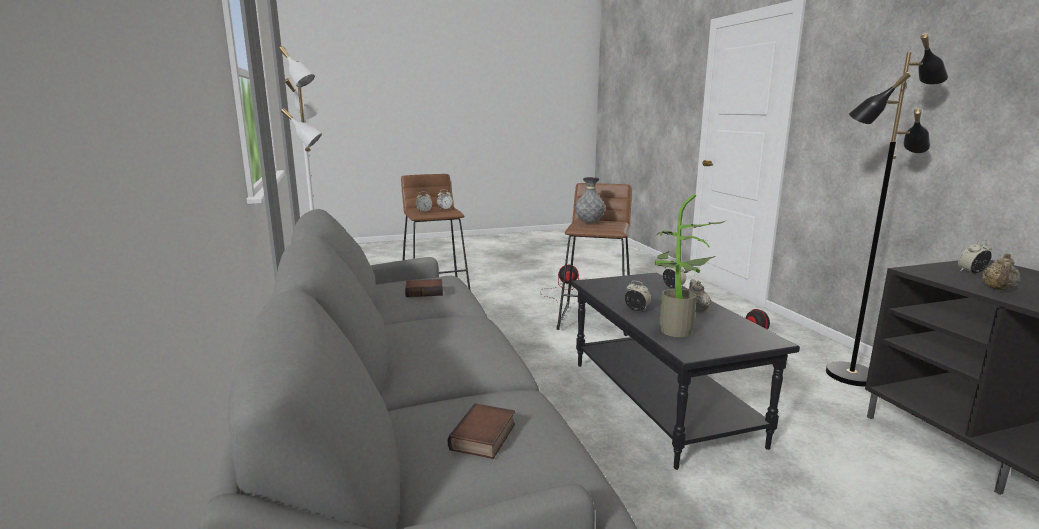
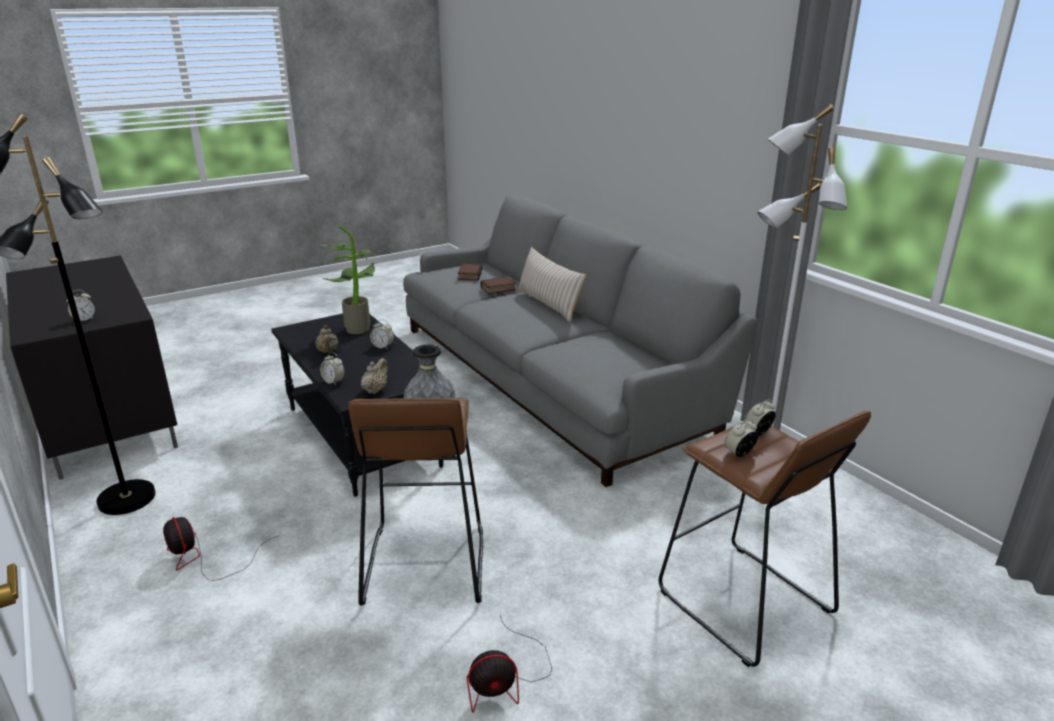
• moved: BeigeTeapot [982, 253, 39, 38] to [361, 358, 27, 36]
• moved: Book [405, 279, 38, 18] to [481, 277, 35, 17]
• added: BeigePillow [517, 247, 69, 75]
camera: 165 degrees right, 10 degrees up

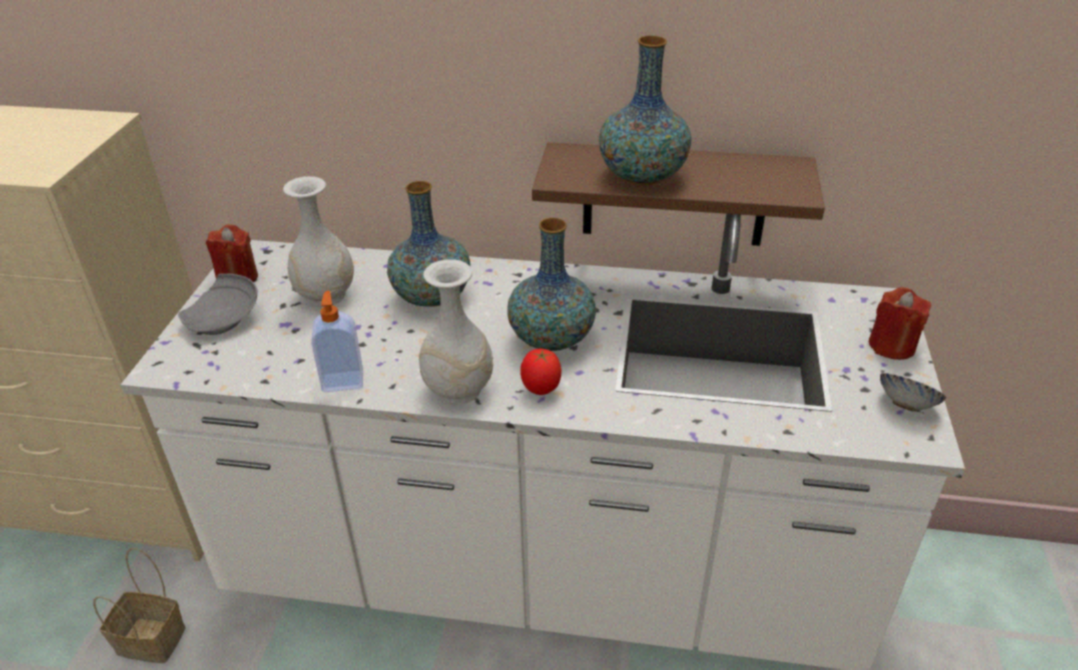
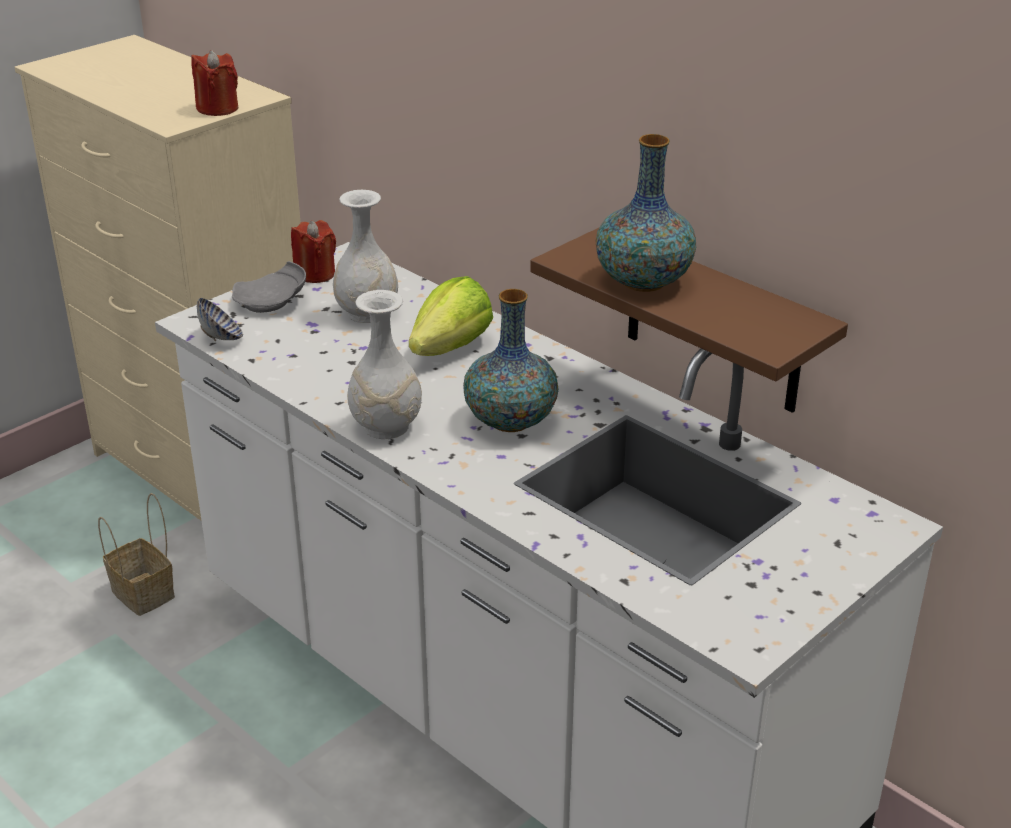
• moved: RedCandle [869, 287, 62, 73] to [191, 50, 47, 66]
• moved: Bowl [880, 373, 66, 40] to [197, 298, 46, 43]
• replaced: Vase [387, 181, 84, 126] to Lettuce [409, 276, 84, 80]
• removed: SoapDispenser [311, 291, 52, 101]
• removed: Tomato [520, 349, 42, 46]
camera: 35 degrees right, 5 degrees down

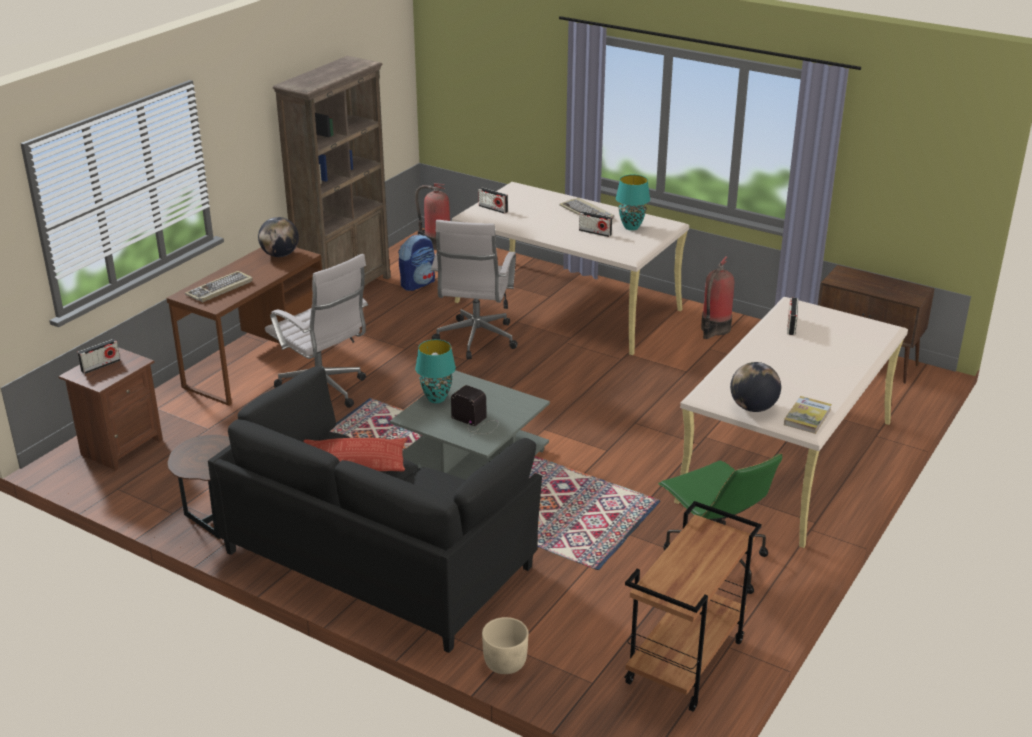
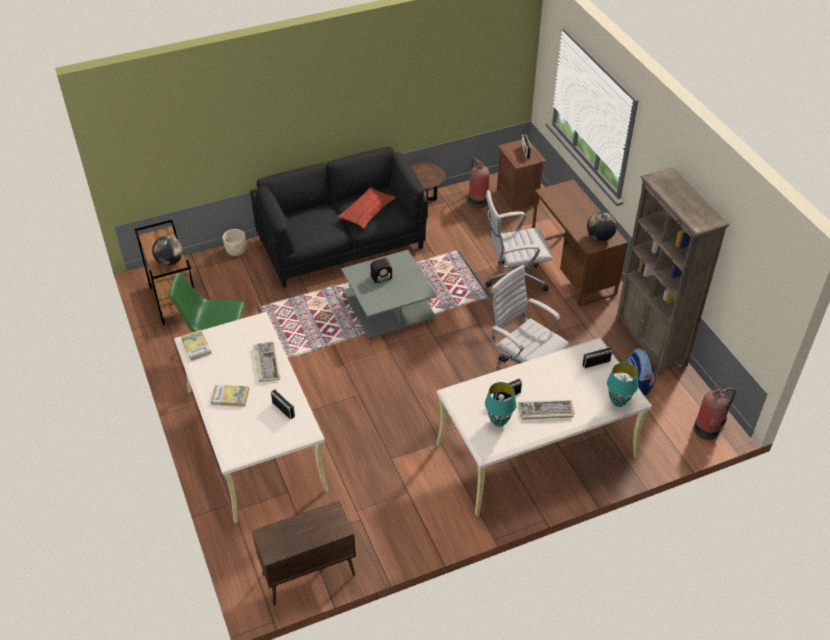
• moved: Globe [730, 362, 51, 50] to [152, 236, 31, 30]
• added: Book [211, 385, 38, 22]
• moved: Keyboard [185, 271, 68, 31] to [253, 342, 27, 40]
• moved: FireExtinguisher [701, 256, 33, 83] to [468, 158, 21, 50]
• moved: TurquoiseTableLamp [415, 339, 41, 64] to [607, 363, 31, 44]
camera: 125 degrees right, 15 degrees up

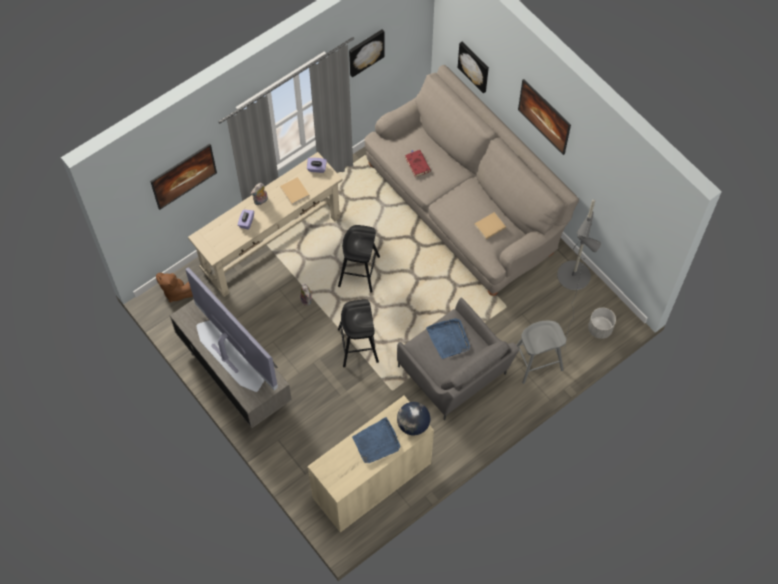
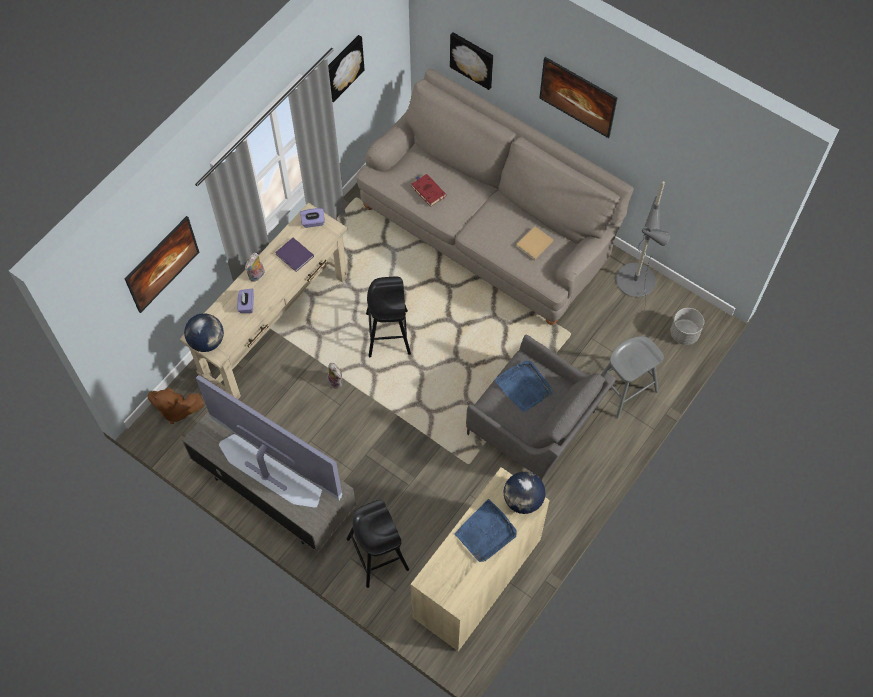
• added: Globe [184, 313, 40, 39]
• recoloured: BeigeBook [280, 177, 30, 28] to PurpleBook [275, 238, 39, 34]
• moved: BlackStool [338, 299, 41, 68] to [347, 500, 62, 88]
camera: 15 degrees left, 0 degrees up

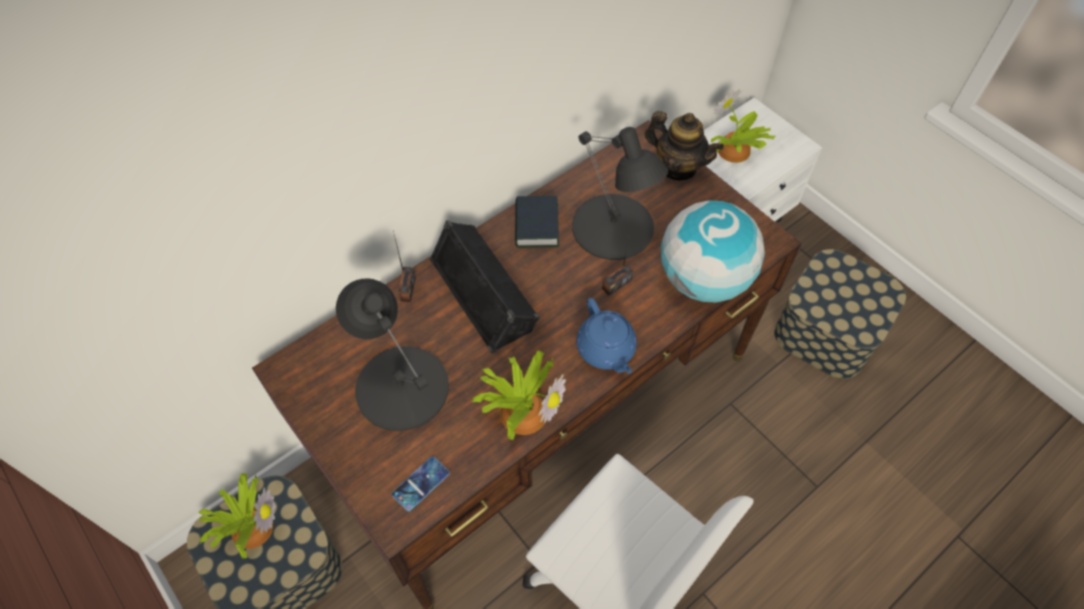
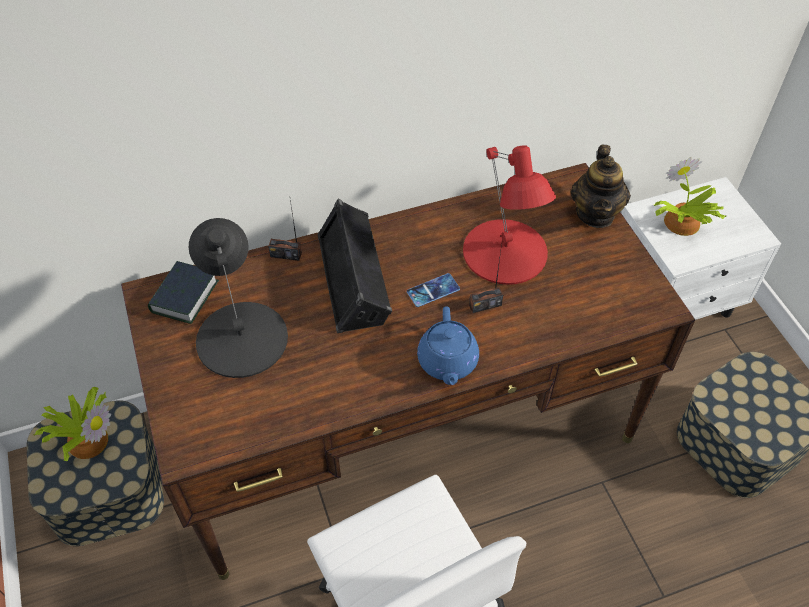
• moved: Book [515, 196, 44, 52] to [148, 261, 71, 63]
• turned: Radio [393, 231, 23, 71] = [268, 200, 34, 61] 75 degrees clockwise
• moved: Phone [392, 456, 58, 56] to [407, 273, 53, 34]
• recoloured: BlackTableLamp [572, 127, 96, 133] to RedTableLamp [463, 145, 93, 140]
• turned: Teapot [645, 111, 79, 69] = [570, 145, 61, 83] 45 degrees clockwise
• removed: PottedPlant [471, 350, 95, 90]
• removed: Globe [661, 201, 104, 101]
camera: 20 degrees right, 5 degrees down

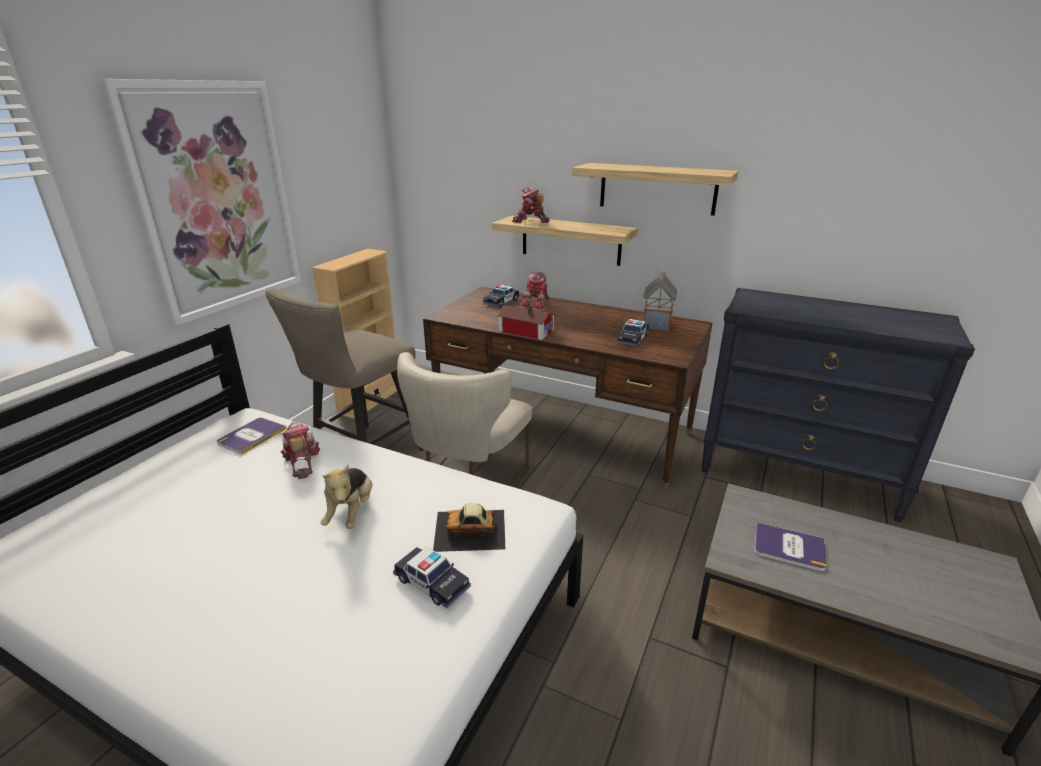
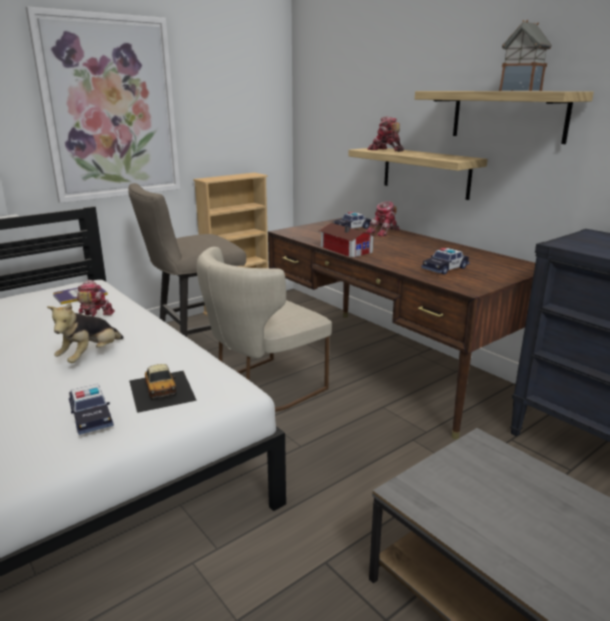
• turned: ToyCar [433, 503, 72, 49] = [129, 364, 68, 49] 135 degrees counterclockwise
• moved: ToyHouse [644, 272, 33, 59] to [499, 20, 53, 71]
• removed: Book [754, 522, 73, 49]
camera: 25 degrees right, 5 degrees down

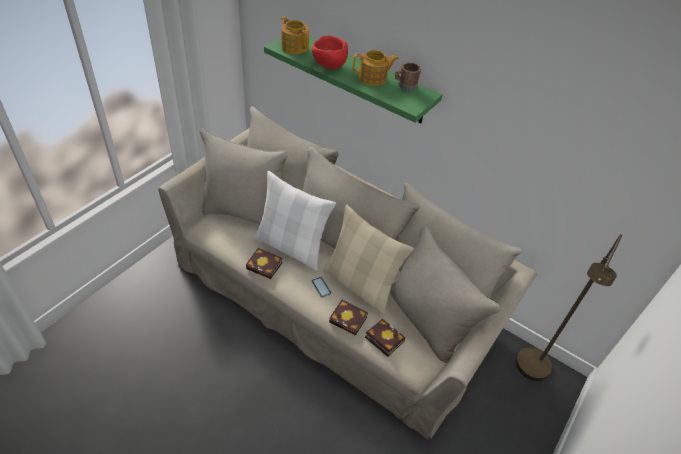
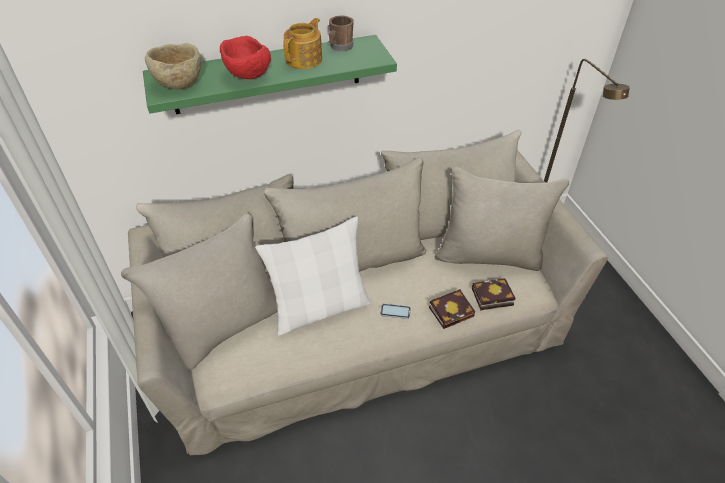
• replaced: Teapot [281, 17, 28, 37] to BeigeBowl [145, 43, 56, 47]
• removed: Book [246, 248, 36, 31]
• removed: BeigePillow [323, 204, 91, 111]
camera: 50 degrees left, 0 degrees up

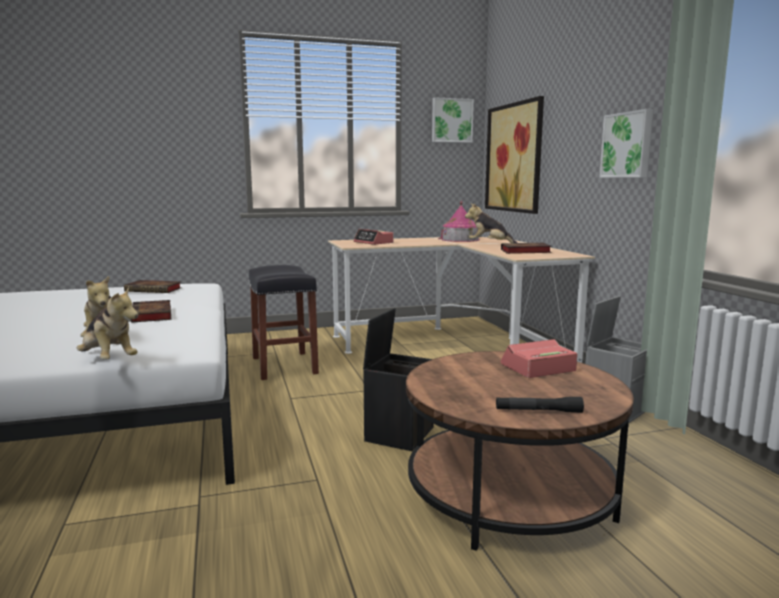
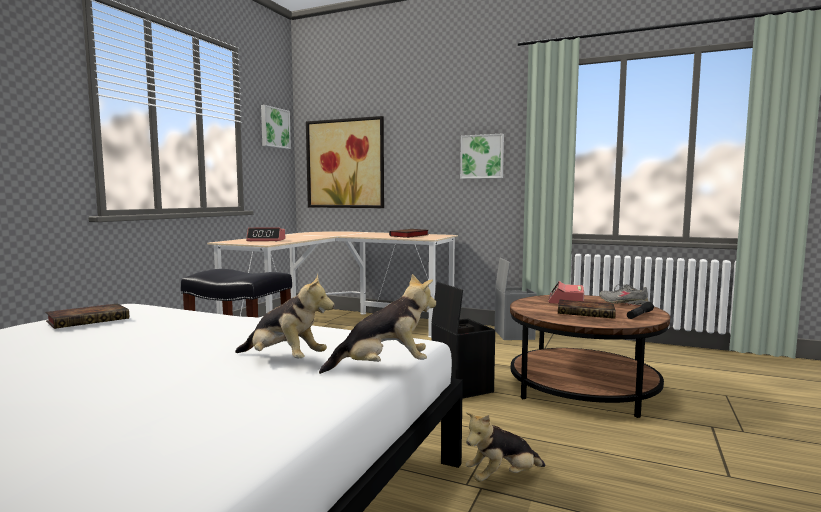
• moved: PlushToy [465, 203, 53, 40] to [466, 412, 79, 70]
• moved: Book [131, 300, 41, 23] to [558, 299, 58, 20]
• added: GreyShoe [600, 284, 49, 22]
• removed: ToyHouse [438, 201, 42, 41]
camera: 50 degrees left, 5 degrees down

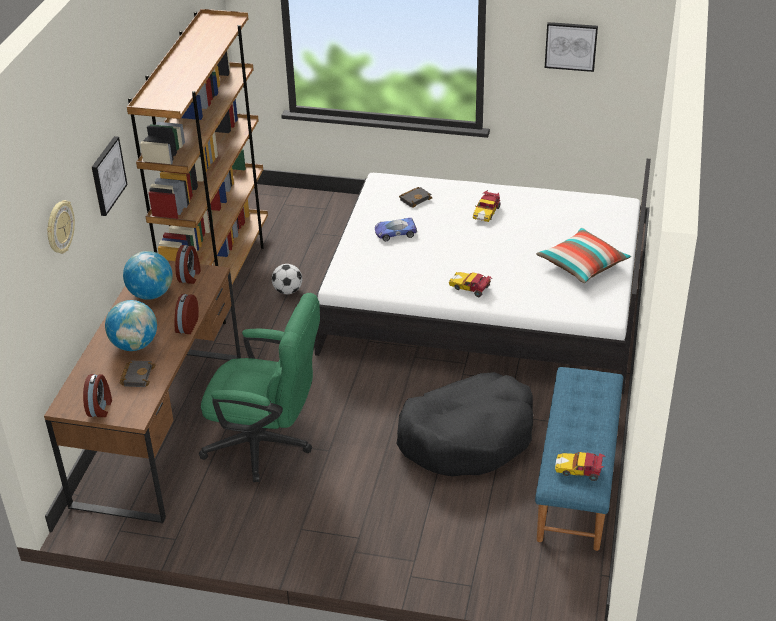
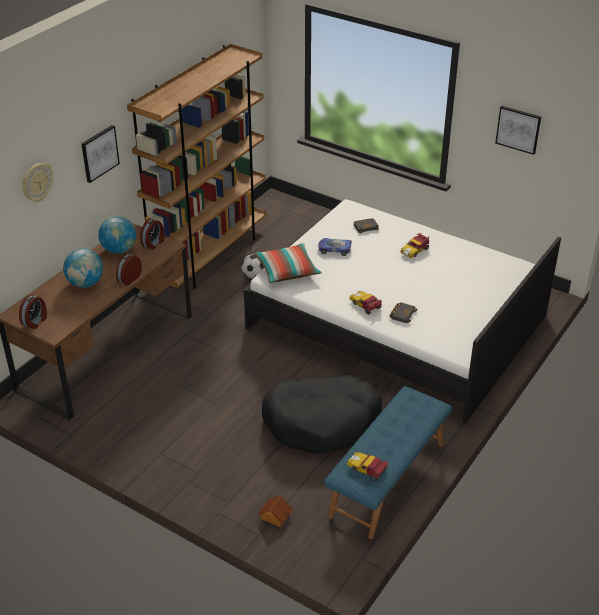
• moved: Pillow [536, 227, 95, 56] to [253, 243, 69, 40]
• added: ToyHouse [258, 495, 35, 33]
• moved: BlackBook [120, 361, 36, 26] to [390, 303, 28, 20]
• removed: GreenOfficeChair [199, 293, 121, 189]
camera: 20 degrees right, 0 degrees up

